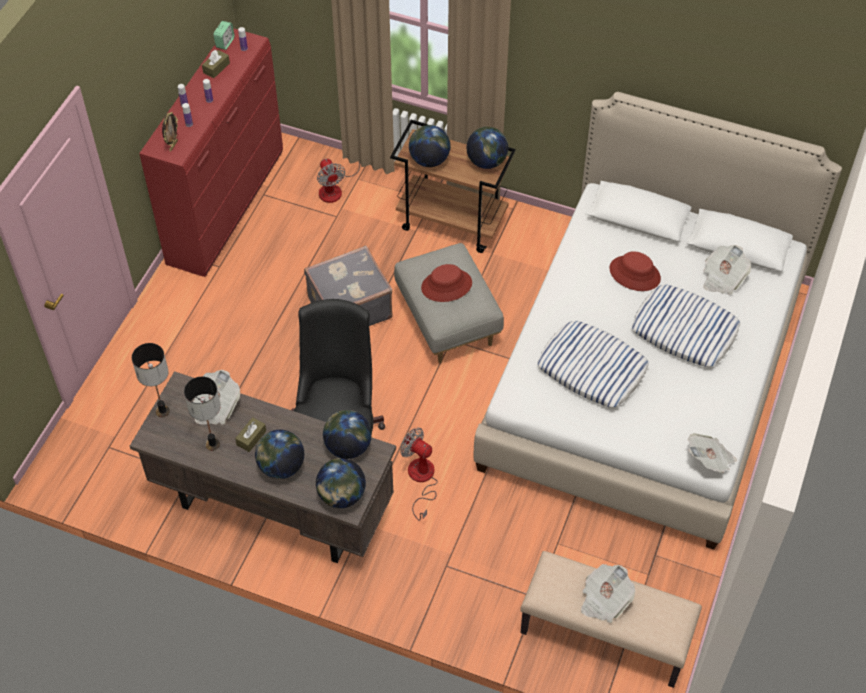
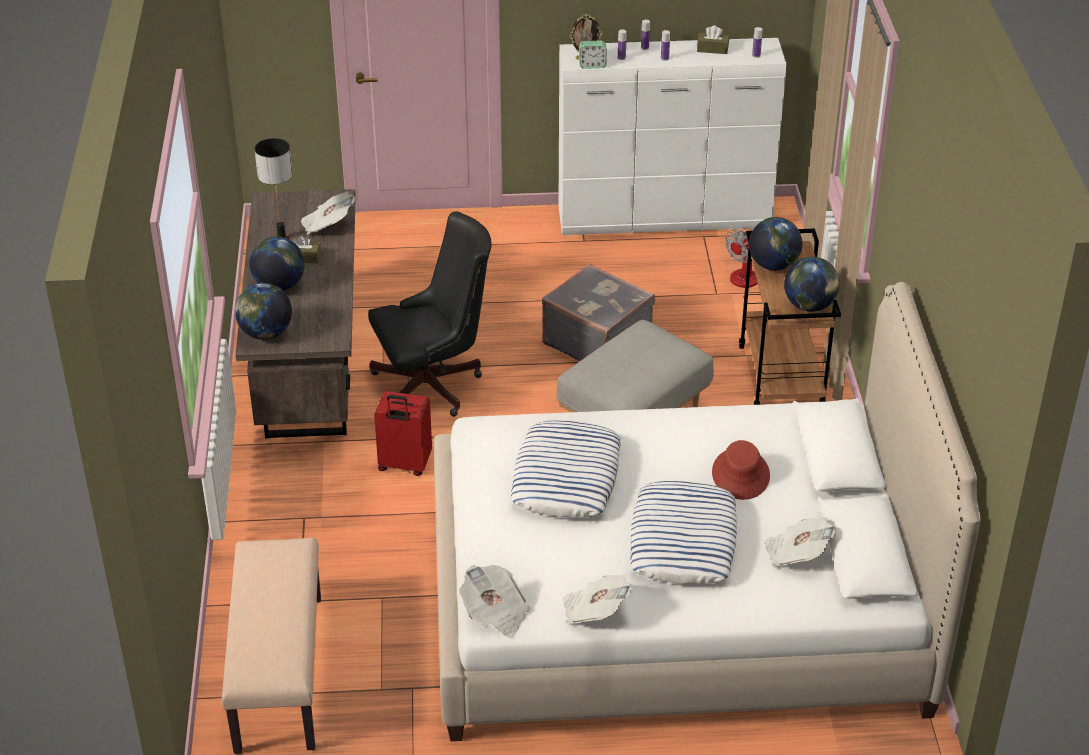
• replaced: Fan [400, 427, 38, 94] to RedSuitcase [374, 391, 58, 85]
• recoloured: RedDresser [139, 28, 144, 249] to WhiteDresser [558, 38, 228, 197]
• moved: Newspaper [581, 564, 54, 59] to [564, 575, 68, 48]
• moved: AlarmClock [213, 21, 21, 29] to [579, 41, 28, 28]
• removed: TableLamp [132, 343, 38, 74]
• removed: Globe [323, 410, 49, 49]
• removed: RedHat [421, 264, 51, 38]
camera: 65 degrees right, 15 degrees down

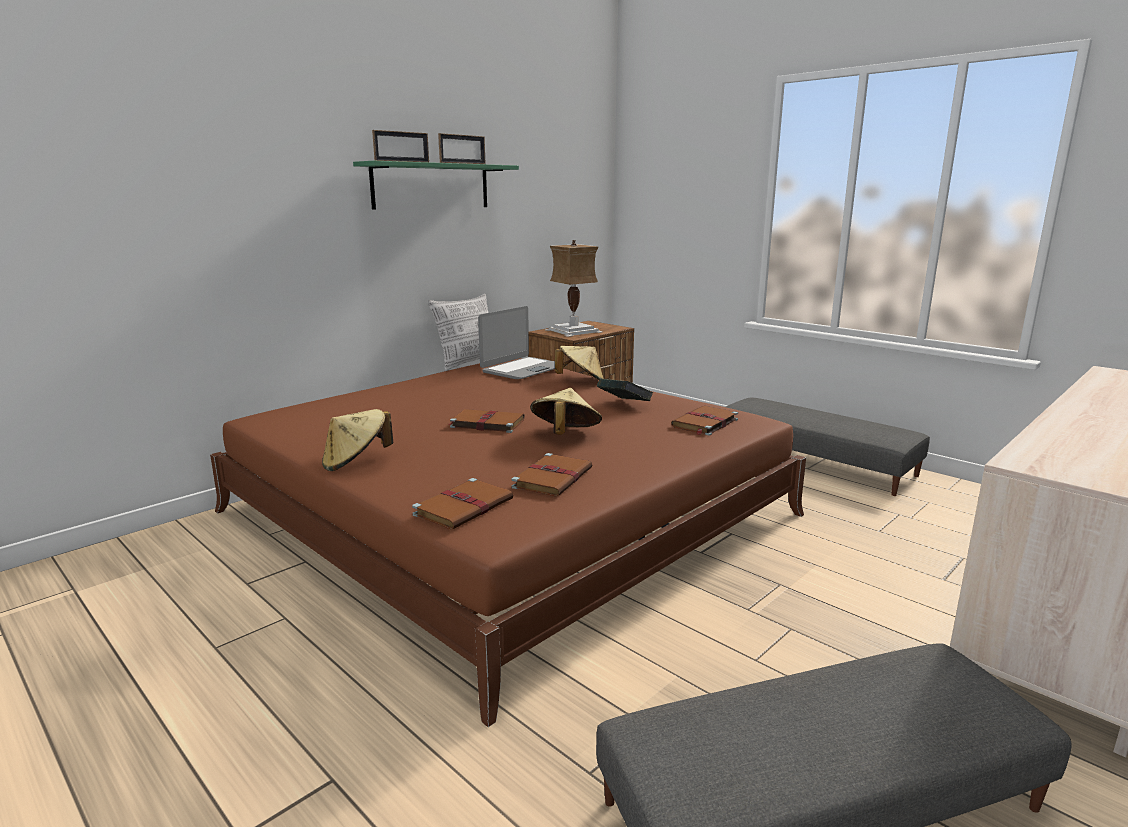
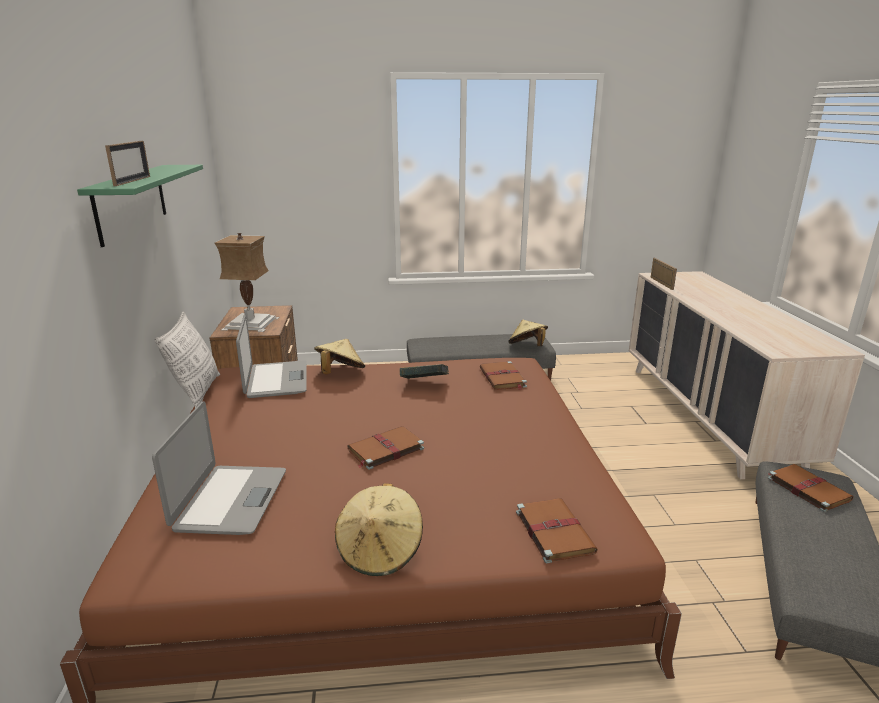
• added: Laptop [152, 402, 134, 133]
• moved: BeigeHat [530, 388, 72, 47] to [508, 320, 40, 26]
• moved: PictureFrame [438, 133, 47, 31] to [651, 258, 26, 32]
• moved: BrownBook [511, 453, 81, 43] to [767, 464, 87, 48]
camera: 50 degrees left, 5 degrees up

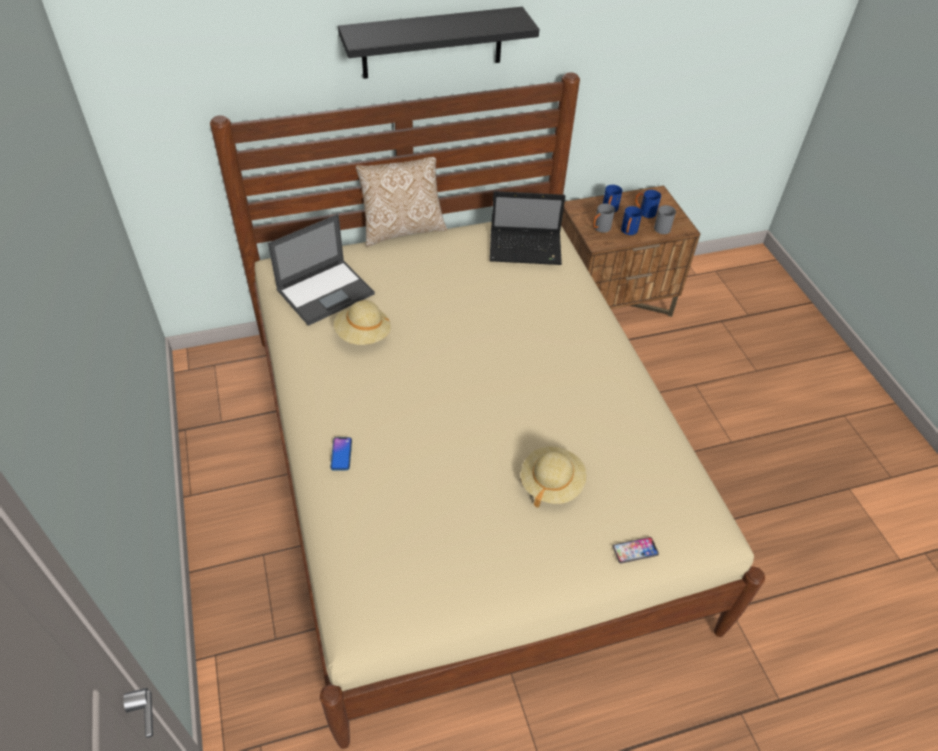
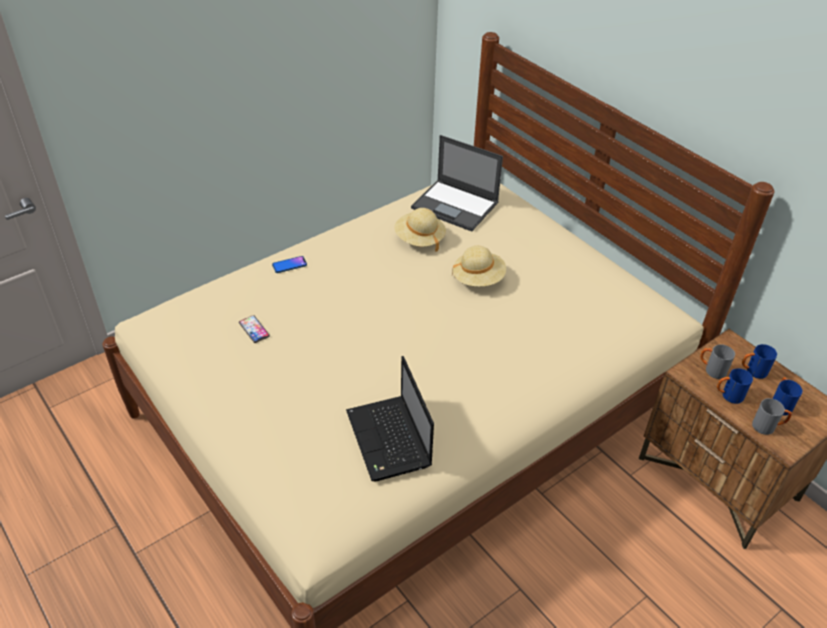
• moved: Phone [613, 537, 46, 27] to [239, 315, 31, 28]
• moved: Laptop [490, 191, 76, 74] to [346, 356, 88, 125]
• moved: BeigeHat [521, 446, 65, 62] to [452, 246, 54, 41]
• removed: BlackShelf [338, 7, 201, 72]
• removed: Pillow [356, 149, 91, 98]
camera: 70 degrees right, 5 degrees down

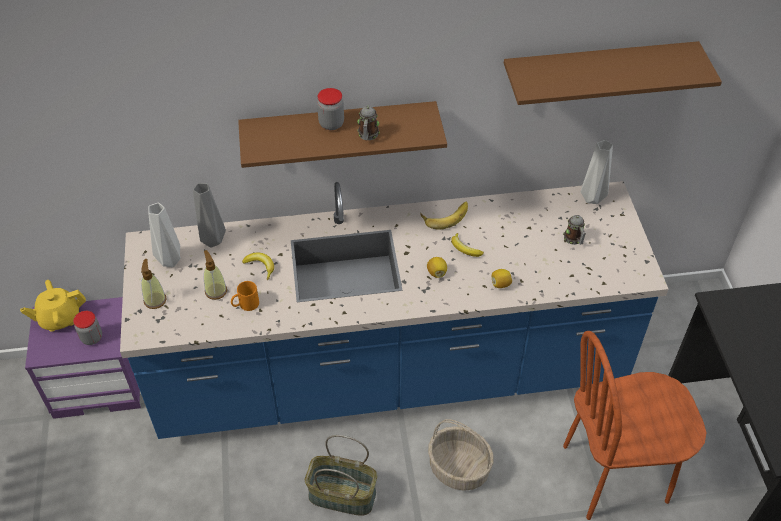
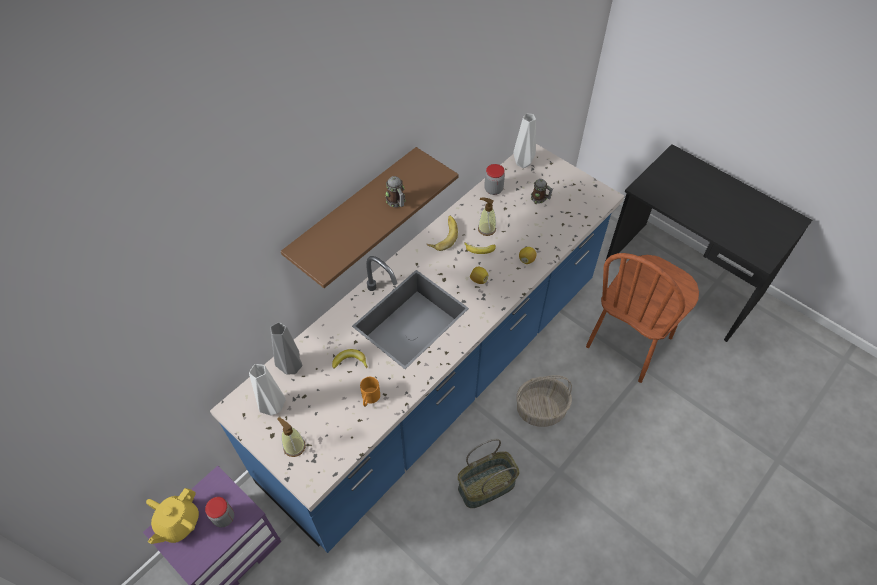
• moved: SoapDispenser [204, 250, 23, 50] to [478, 198, 18, 38]
• moved: Jar [317, 88, 27, 42] to [484, 164, 21, 31]
• removed: BrownShelf [504, 41, 218, 64]
camera: 40 degrees left, 5 degrees up

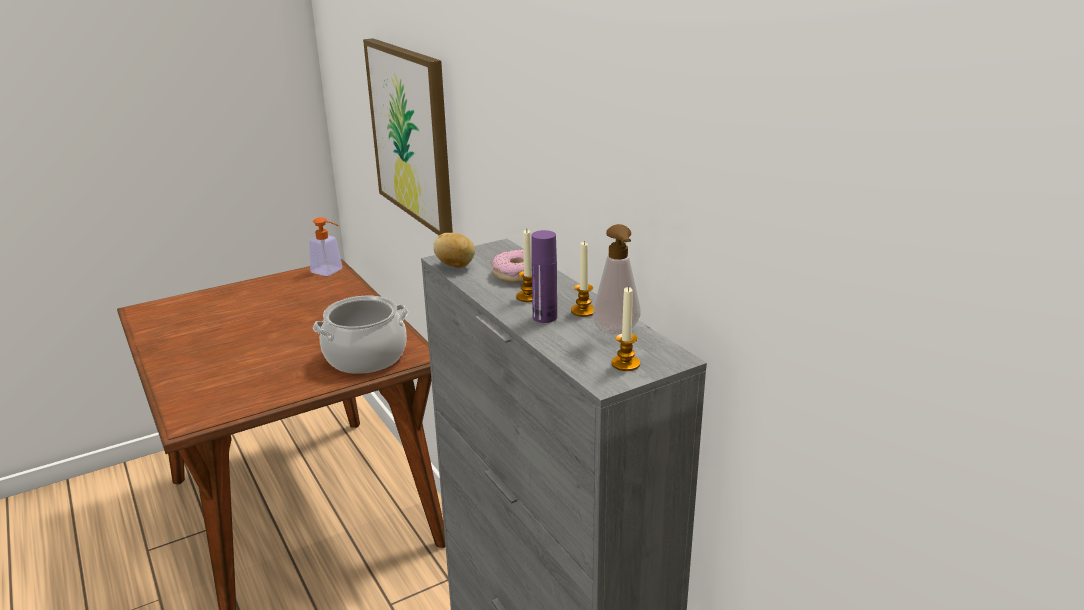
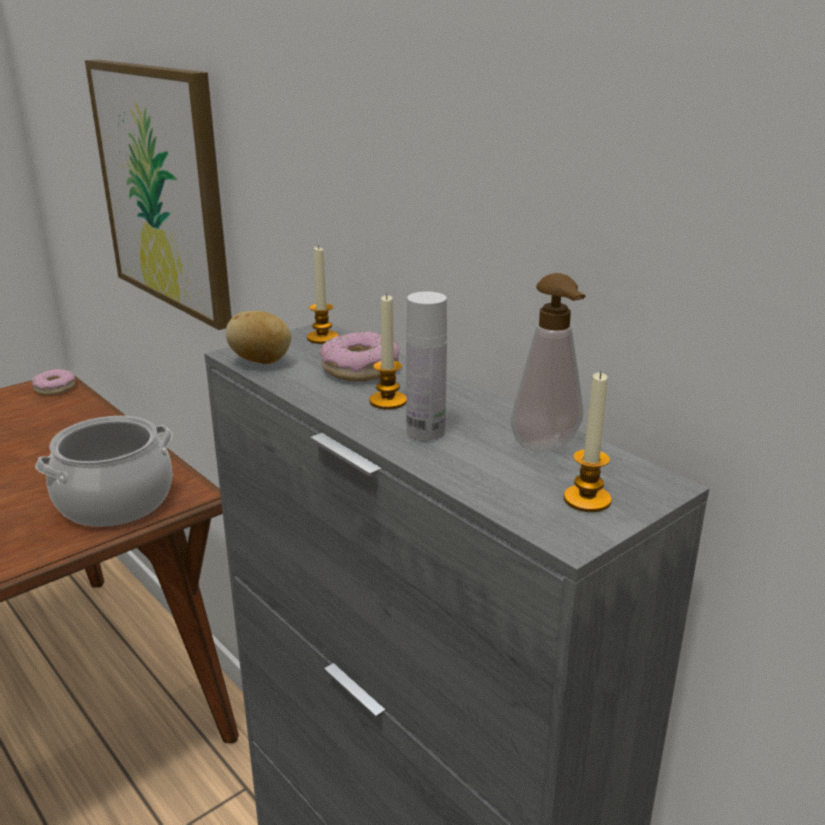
• replaced: SoapDispenser [309, 217, 34, 59] to Donut [32, 369, 43, 26]
• moved: Candle [571, 242, 23, 75] to [307, 245, 32, 99]
• recoloured: PurpleBottle [531, 230, 26, 93] to WhiteBottle [406, 292, 41, 149]
camera: 10 degrees left, 0 degrees up

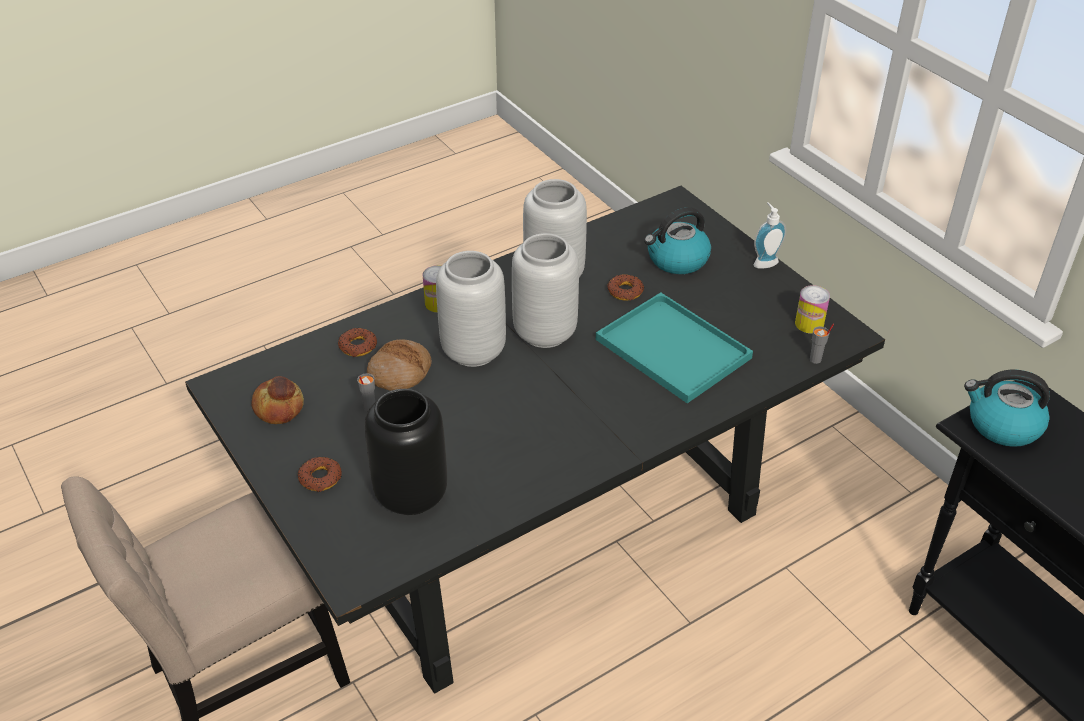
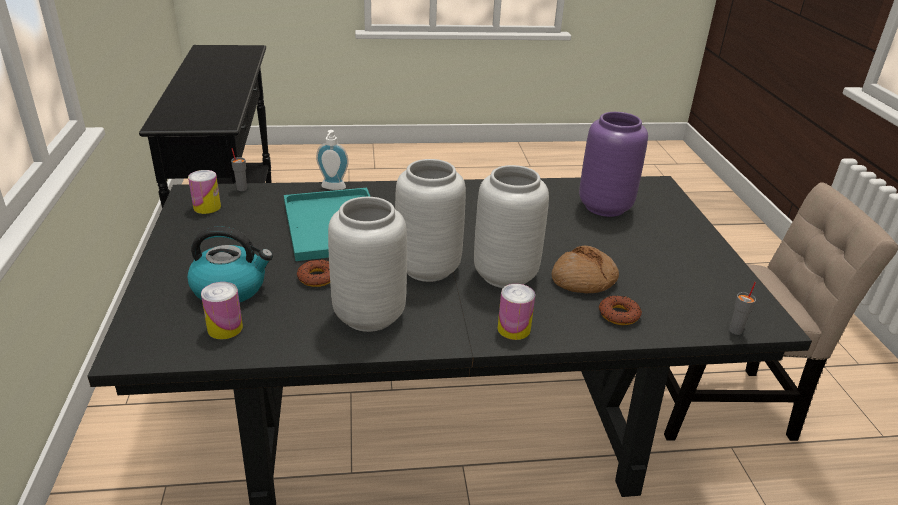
• added: Can [201, 282, 42, 57]
• moved: SoapDispenser [754, 202, 32, 66] to [316, 130, 33, 60]
• recoloured: BlackVase [365, 389, 82, 126] to PurpleVase [579, 112, 69, 105]
• moved: GreyCup [357, 373, 18, 39] to [729, 282, 27, 53]
• removed: Bread [251, 376, 53, 48]
• removed: Donut [298, 457, 44, 35]
• removed: Kettle [964, 370, 86, 77]
camera: 155 degrees left, 10 degrees down

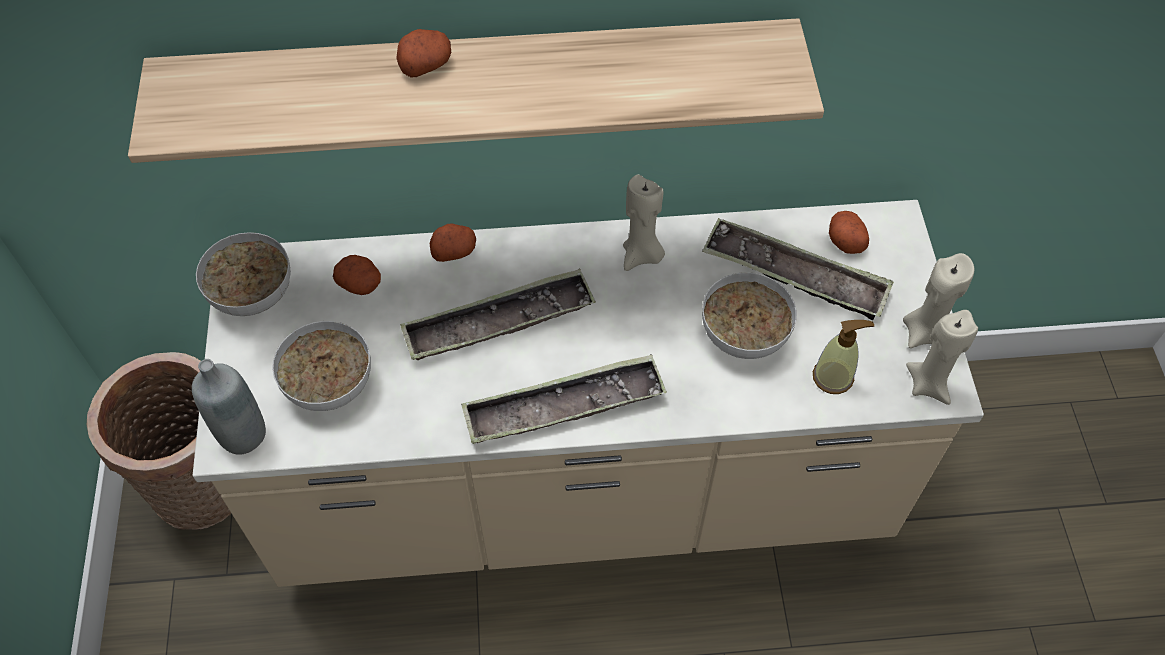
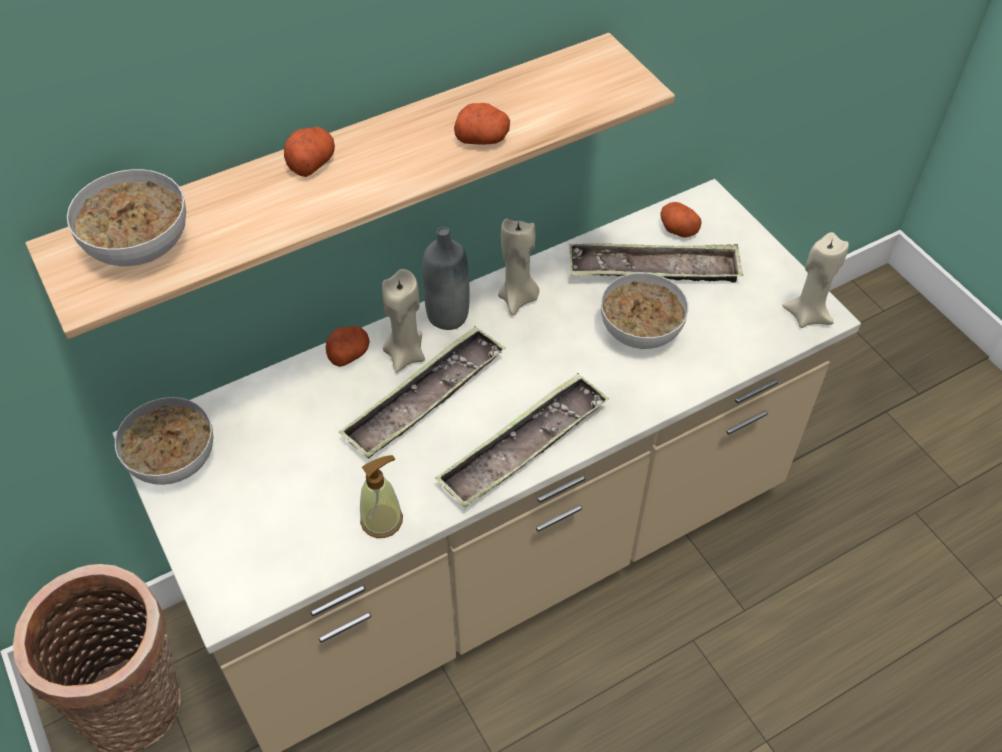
• moved: Bowl [272, 321, 99, 90] to [67, 169, 119, 97]
• moved: SoapDispenser [813, 320, 61, 74] to [360, 455, 43, 83]
• moved: BeigeCandle [903, 253, 71, 95] to [382, 269, 43, 103]
• moved: GreyBottle [192, 359, 74, 96] to [422, 227, 48, 103]
• moved: Potato [333, 255, 48, 40] to [454, 103, 56, 42]
camera: 25 degrees left, 5 degrees down

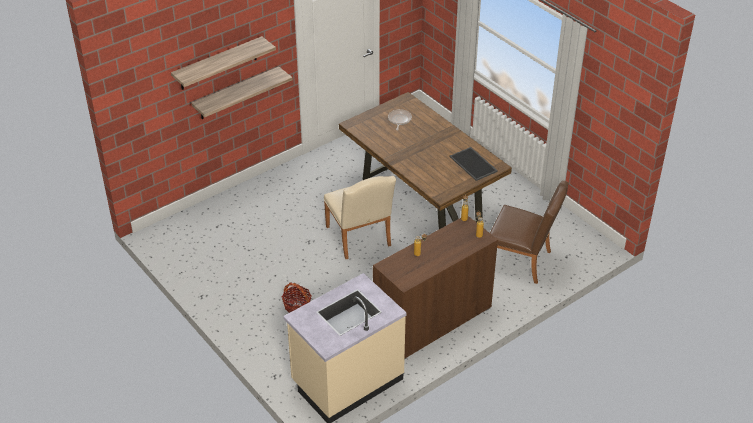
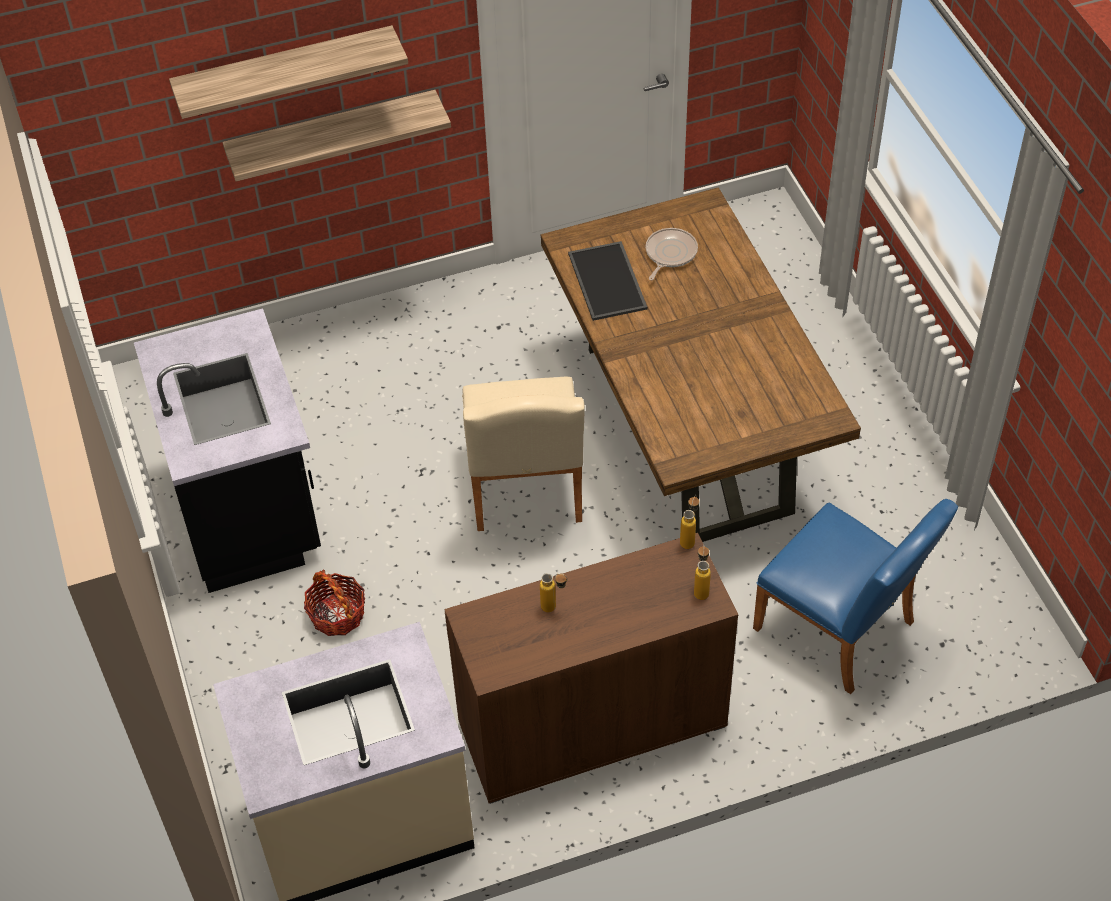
• added: BlackCounter [134, 308, 187, 285]
• moved: Tray [450, 147, 48, 34] to [568, 241, 79, 80]
• recoloured: BrownChair [490, 181, 78, 103] to BlueChair [753, 499, 205, 195]
camera: 20 degrees right, 10 degrees up

